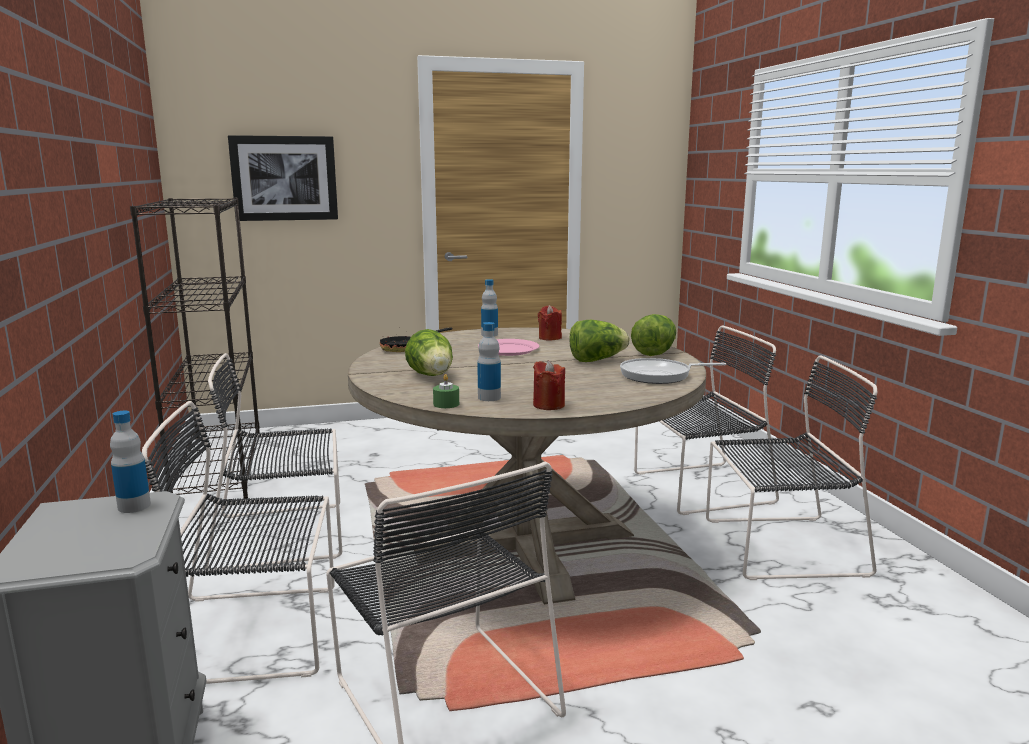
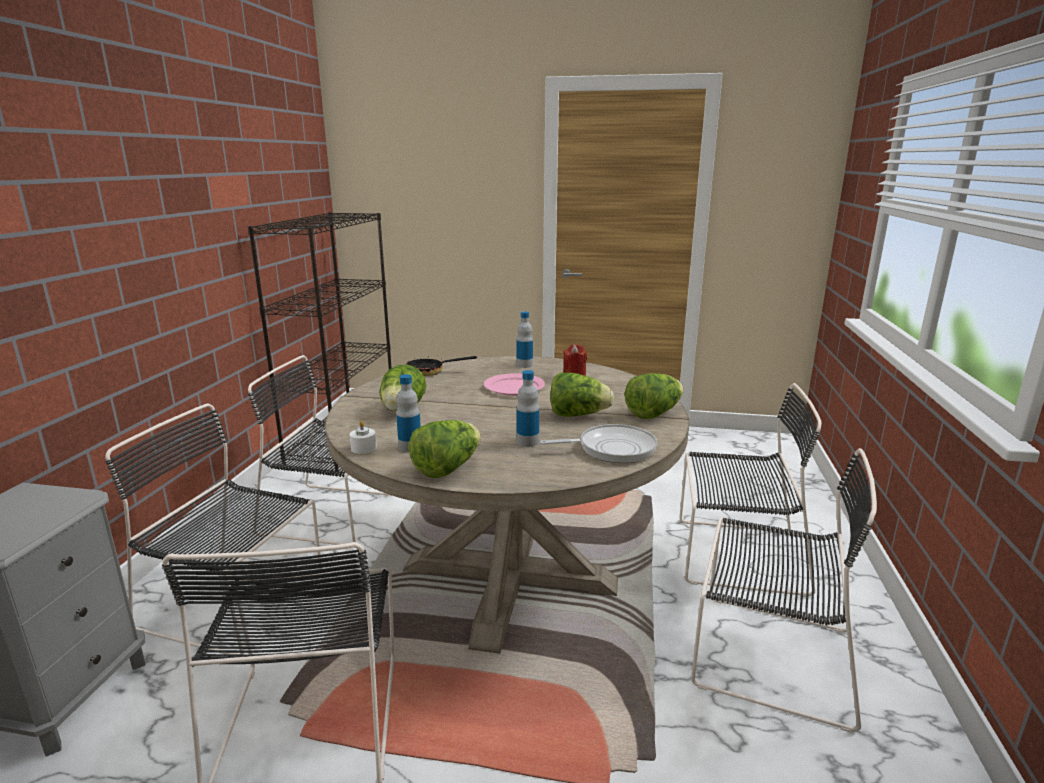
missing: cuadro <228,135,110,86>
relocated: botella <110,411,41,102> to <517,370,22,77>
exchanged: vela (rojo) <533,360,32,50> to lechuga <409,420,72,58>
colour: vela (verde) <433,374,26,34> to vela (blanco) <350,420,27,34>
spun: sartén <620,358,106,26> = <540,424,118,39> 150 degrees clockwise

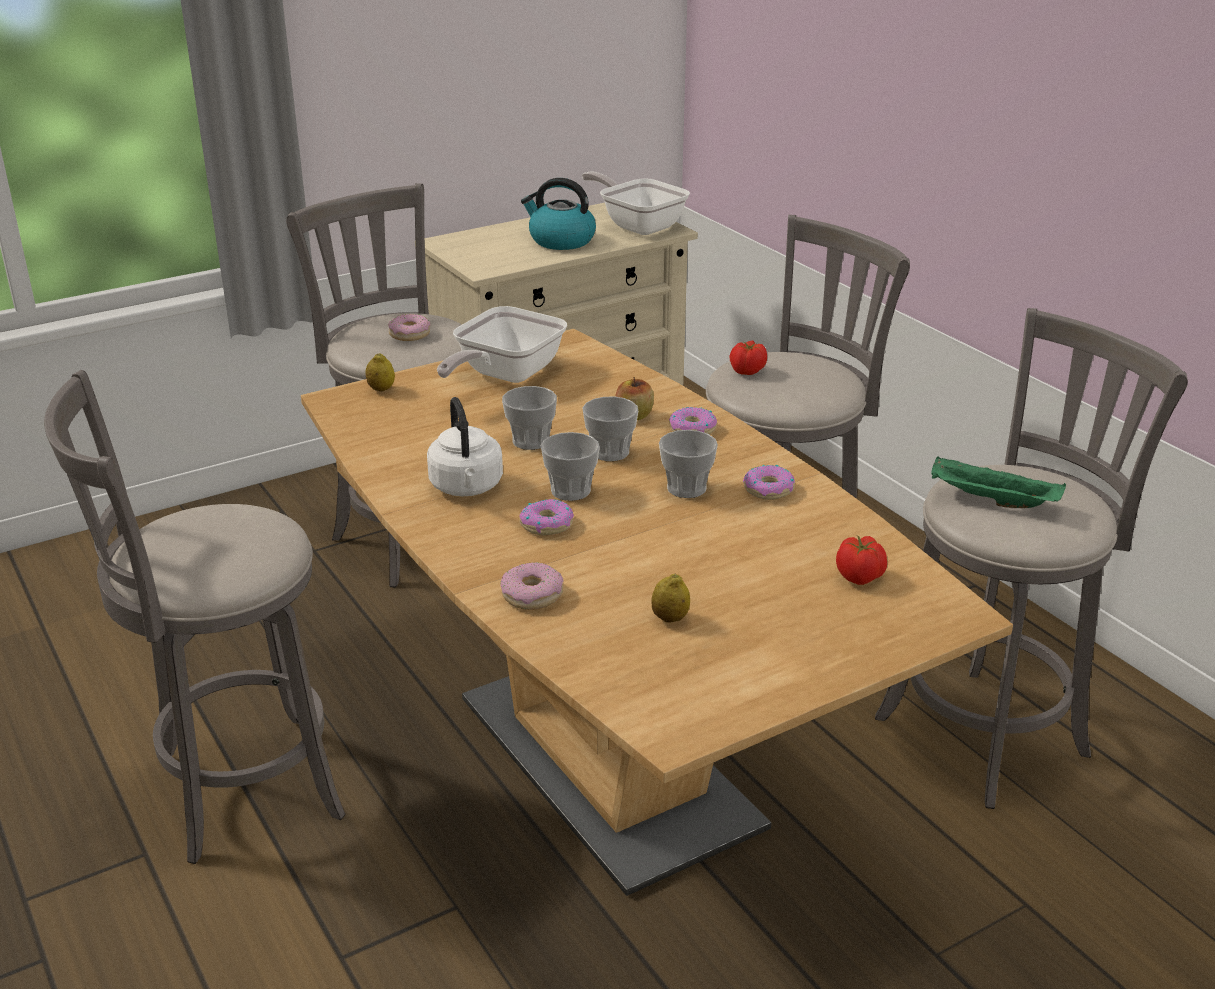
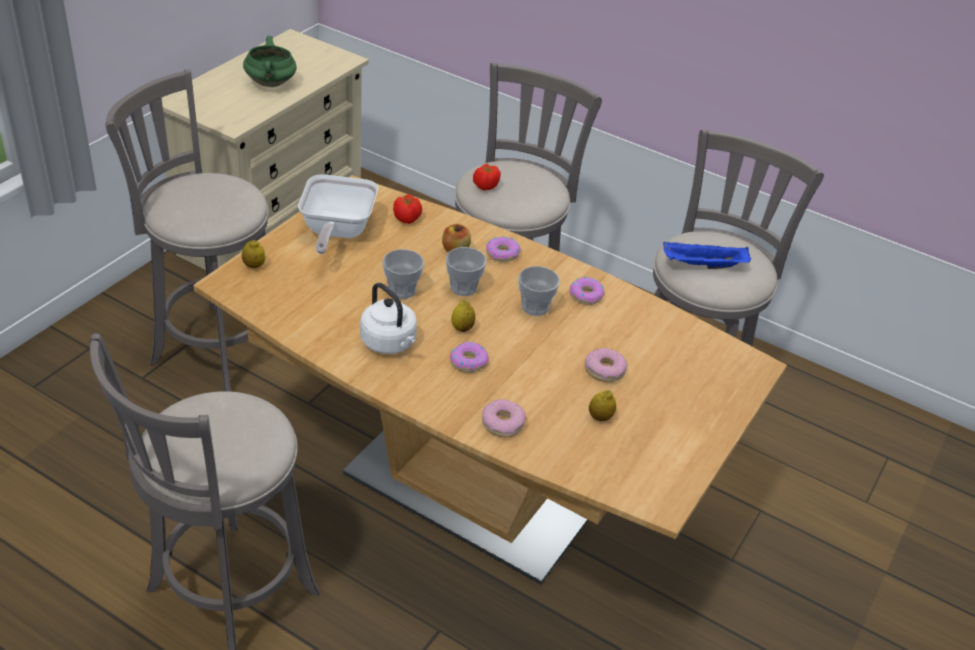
missing: sartén <582,172,108,63>
relocated: rosquilla <388,314,42,27> to <585,348,43,34>; tomate <836,535,51,50> to <393,194,29,30>
exchanged: hervidor <521,178,75,72> to olla (verde) <243,36,54,51>; taza <541,432,59,69> to limón <451,300,24,32>
colour: bandeja (verde) <931,457,135,51> to bandeja (azul) <663,242,88,27>

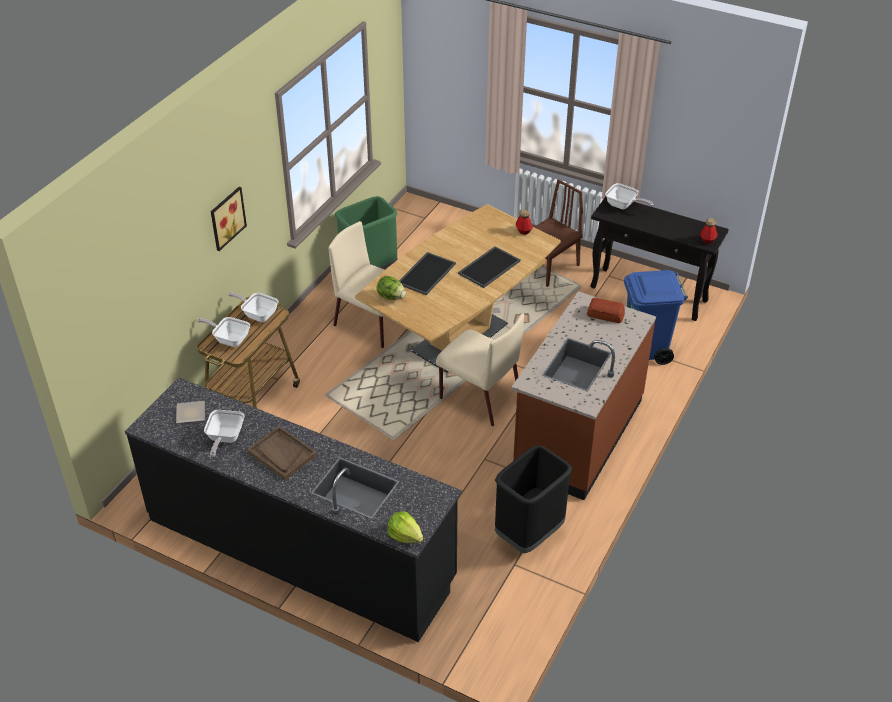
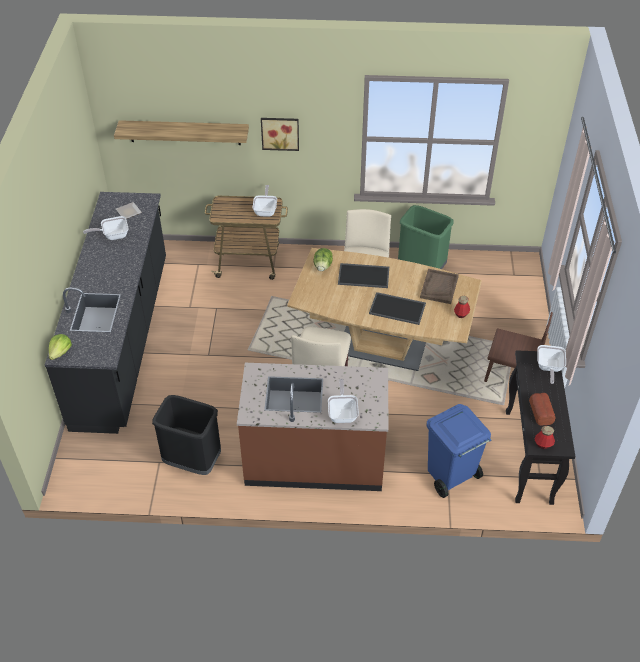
appeared: estante <114,120,135,25>
relocated: pan <587,298,38,25> to <529,393,27,33>; sartén <197,317,53,30> to <328,379,31,44>; bandeja (marrón) <247,426,70,54> to <420,269,39,35>

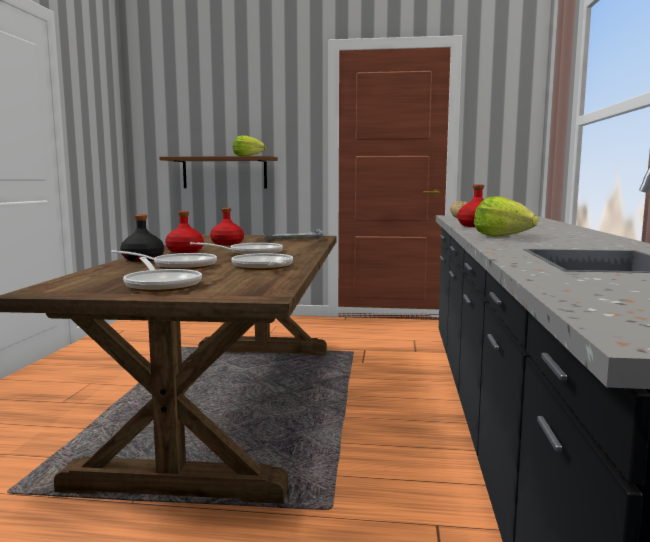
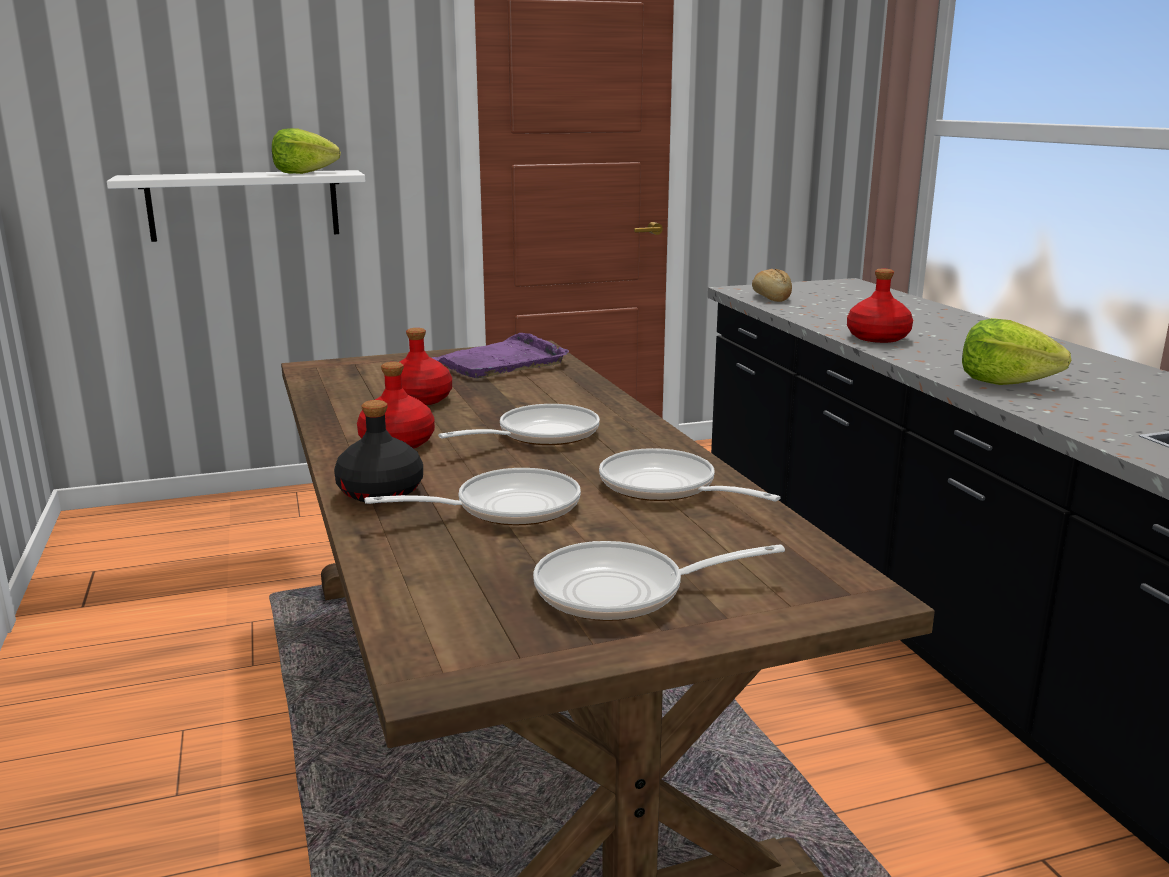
colour: estante (marrón) <159,156,119,32> to estante (blanco) <107,170,258,72>; bandeja (gris) <262,229,63,12> to bandeja (morado) <432,333,137,45>
spun: sartén <123,257,79,35> = <533,541,252,80> 135 degrees clockwise

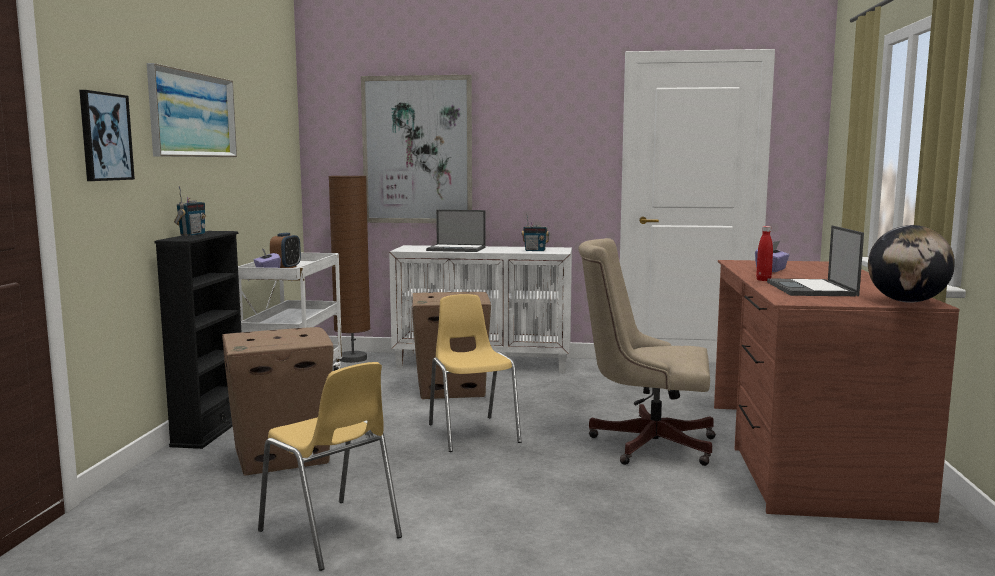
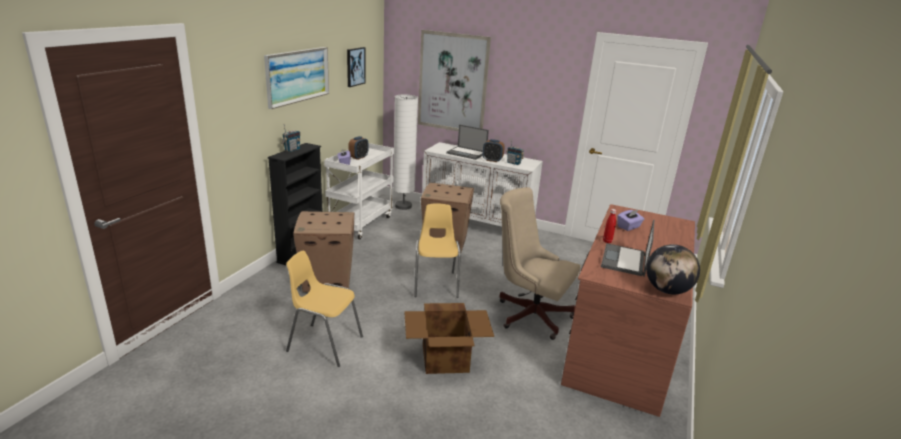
appeared: despertador <483,139,22,23>; caja de cartón <404,303,90,71>
relocated: cuadro <79,90,56,91> to <347,47,19,40>
colour: lámpara de pie (marrón) <329,176,41,187> to lámpara de pie (blanco) <393,94,25,116>
spun: silla (amarillo) <258,362,144,209> = <286,251,77,116> 135 degrees clockwise

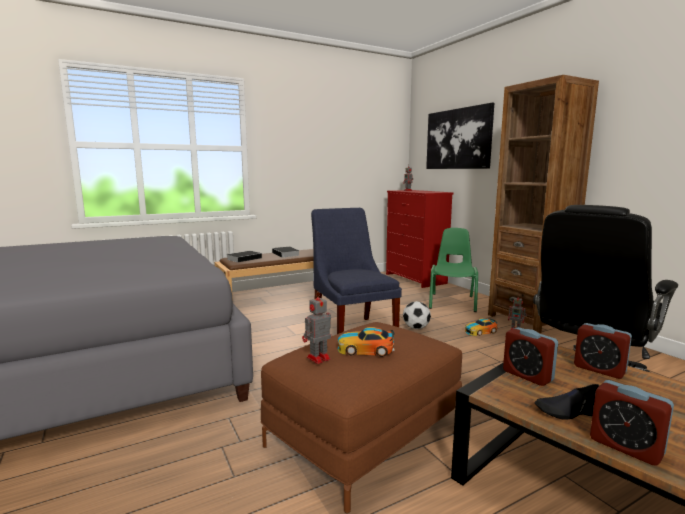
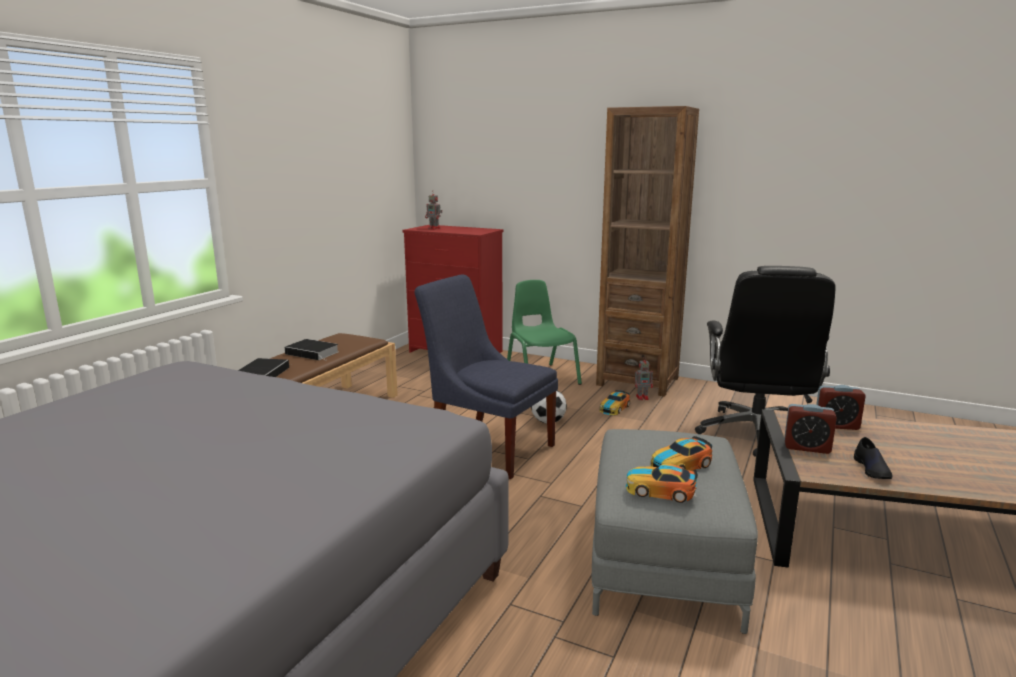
missing: cuadro <426,103,68,66>; despertador <590,380,84,86>
exchanged: robot de juguete <302,293,29,71> to coche de juguete <626,464,72,39>
colour: puf (marrón) <261,322,201,191> to puf (gris) <591,429,167,205>
spun: zapato (negro) <535,384,65,36> = <854,437,38,42> 45 degrees counterclockwise

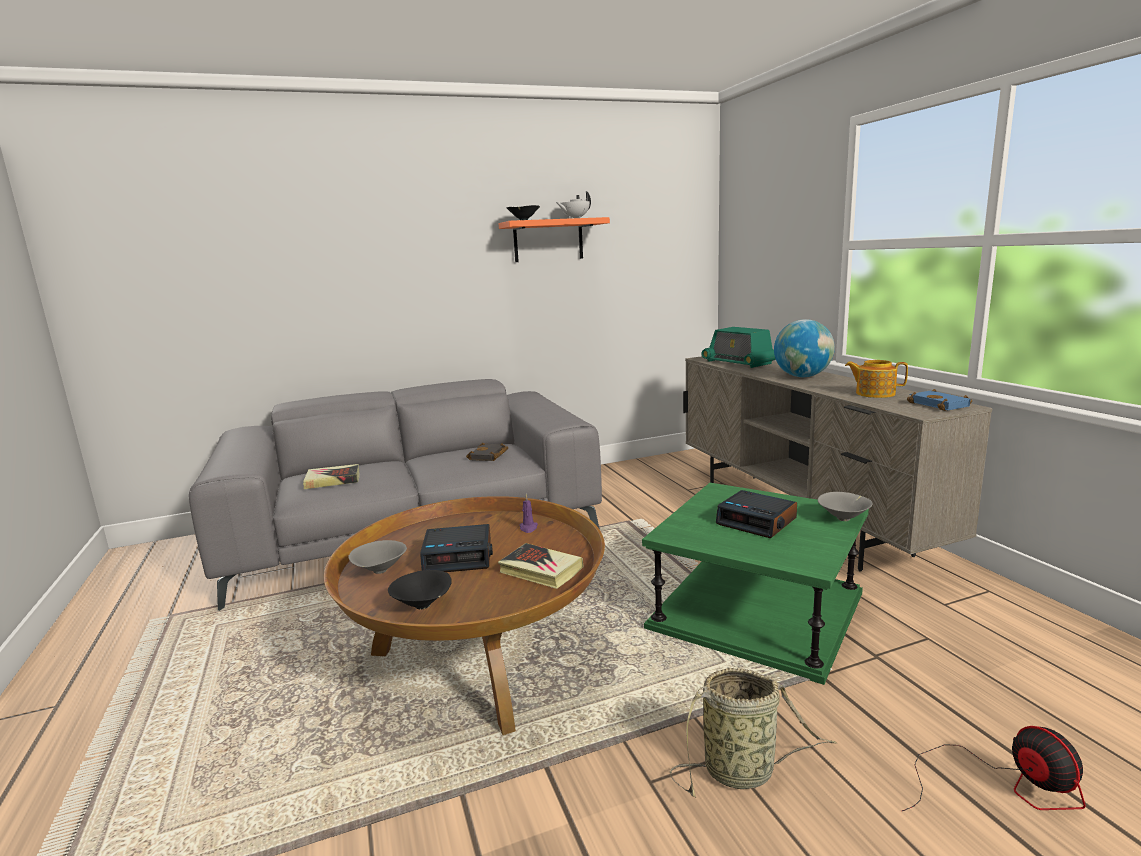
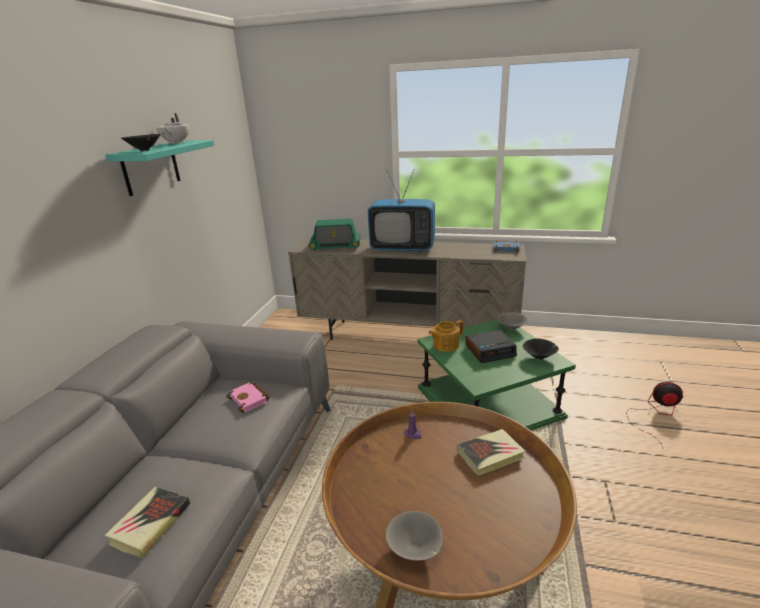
missing: despertador <420,524,73,48>; cesta <670,668,167,130>
relocated: tetera <845,360,63,38> to <429,320,34,32>; cuenco (negro) <388,570,64,39> to <523,338,36,22>
exchanged: globo terráqueo <774,319,61,58> to televisor <368,169,67,82>
colour: estante (naranja) <499,217,111,45> to estante (turquesa) <105,140,109,56>; libro (negro) <466,443,42,18> to libro (rosa) <226,382,44,31>

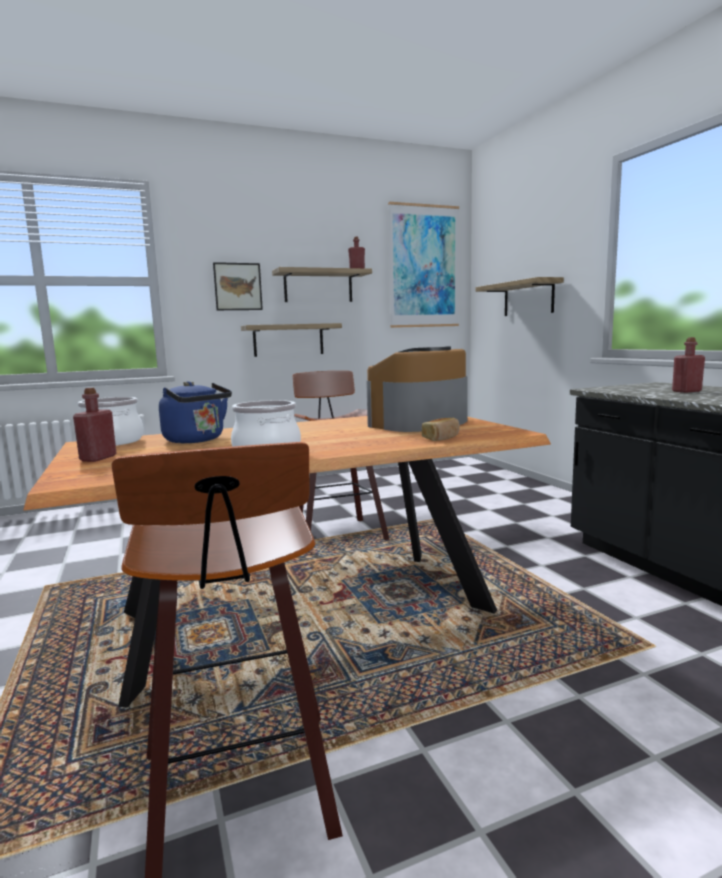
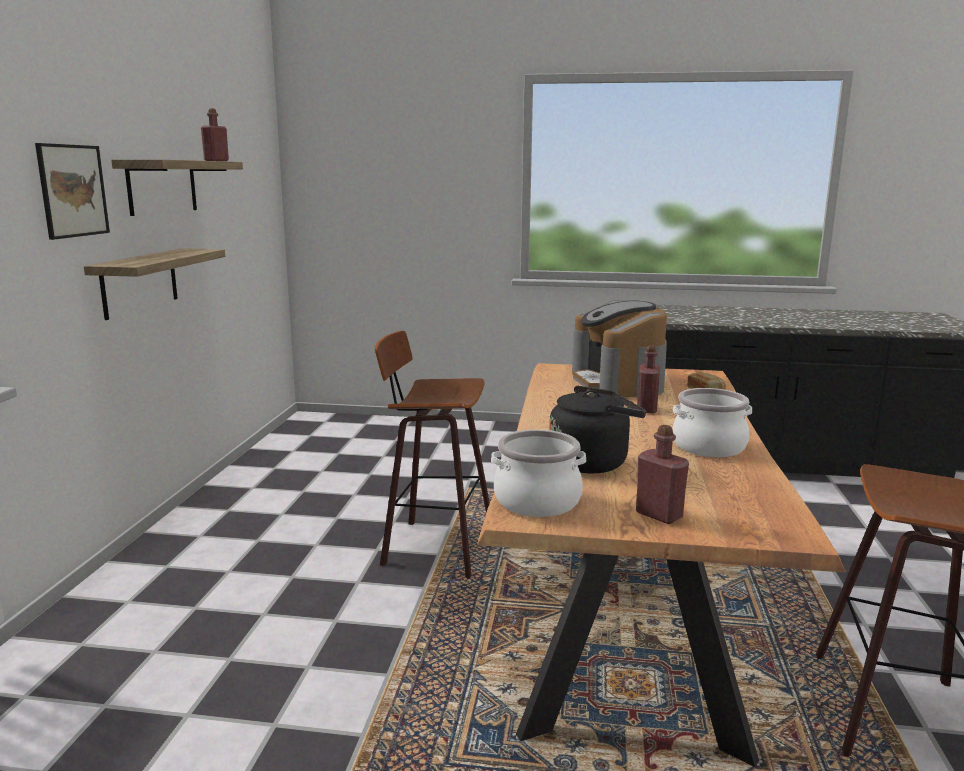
missing: cuadro <388,202,71,126>; estante <476,277,88,39>
relocated: botella (rojo) <672,337,33,56> to <637,345,23,68>
colour: hervidor (azul) <159,381,73,62> to hervidor (negro) <549,386,97,88>

